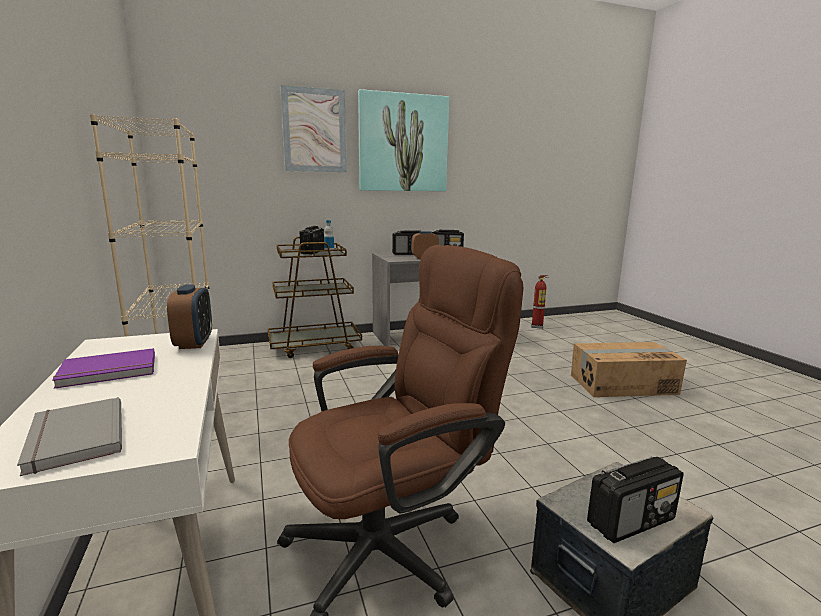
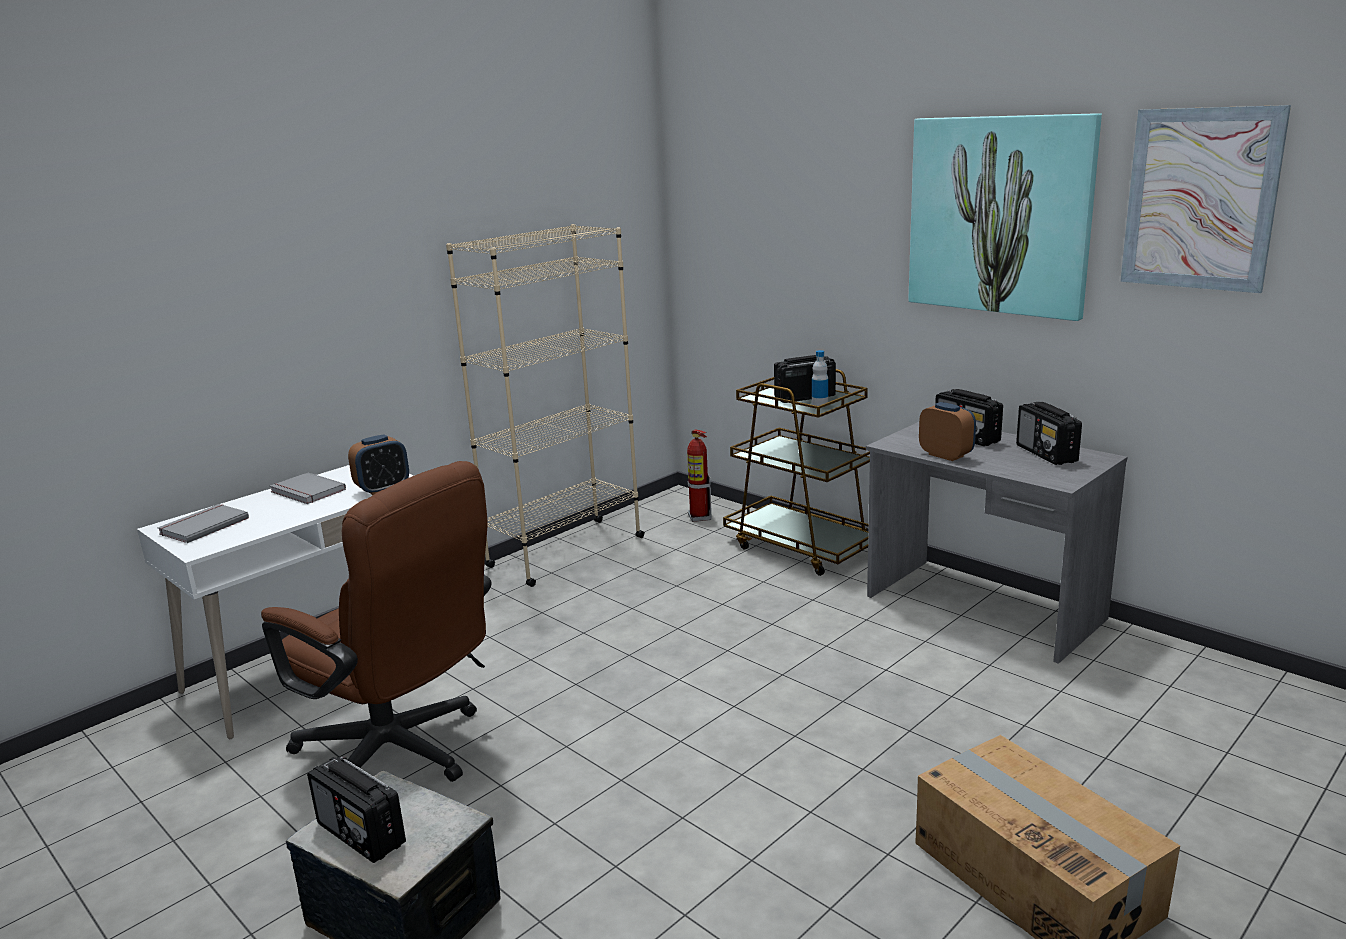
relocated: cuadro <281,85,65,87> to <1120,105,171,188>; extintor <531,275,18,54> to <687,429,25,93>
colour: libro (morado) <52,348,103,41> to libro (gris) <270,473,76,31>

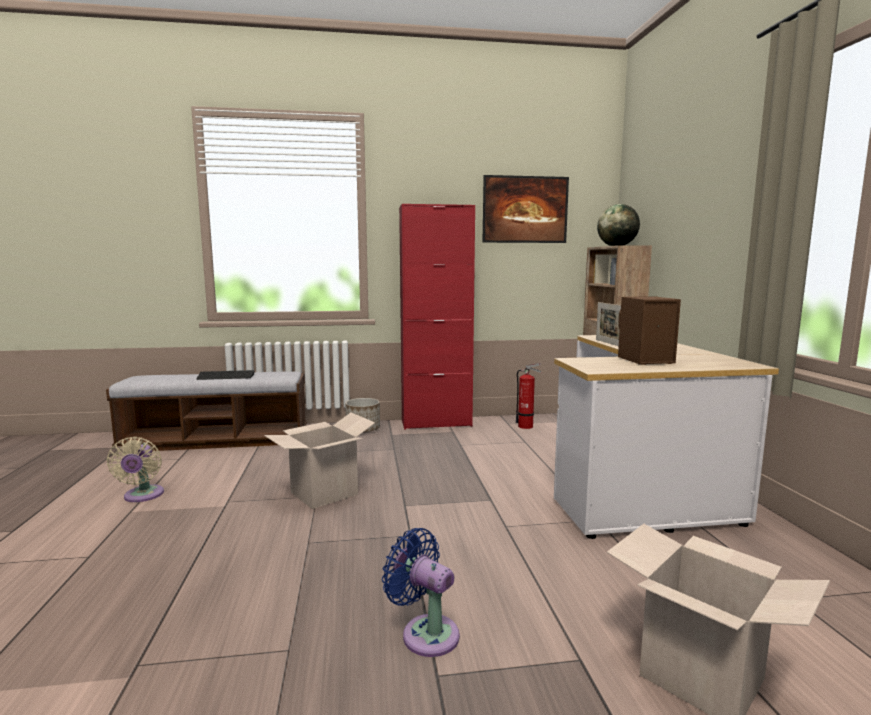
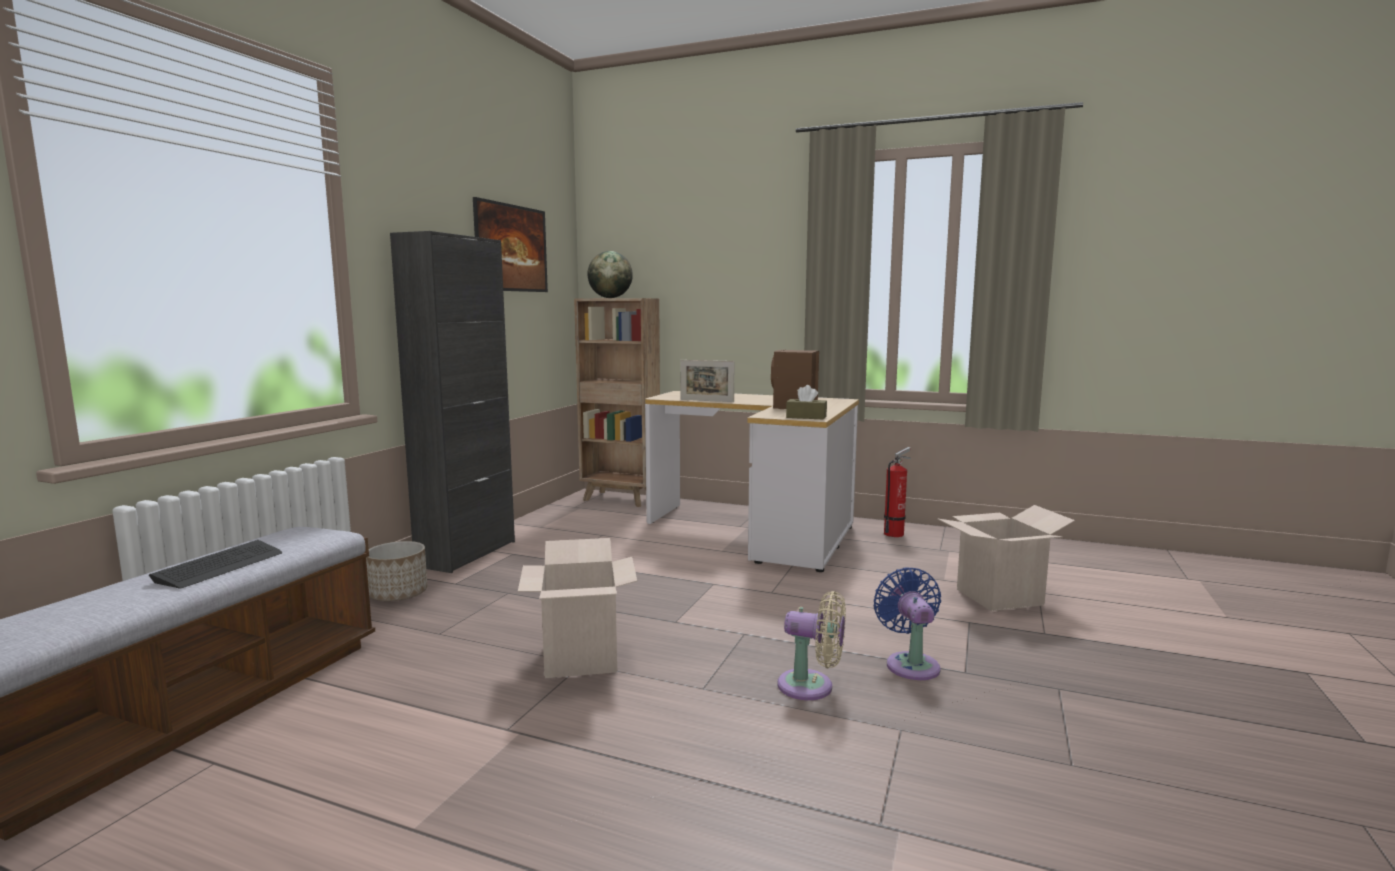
appeared: caja de pañuelos (marrón) <786,385,41,35>
relocated: extintor <516,363,26,66> to <884,447,27,90>; ventilador (beis) <107,437,57,65> to <778,591,68,109>
colour: armario (rojo) <399,204,76,226> to armario (negro) <390,231,125,342>
spun: ventilador (azul) <382,528,78,129> = <874,567,67,113> 105 degrees clockwise

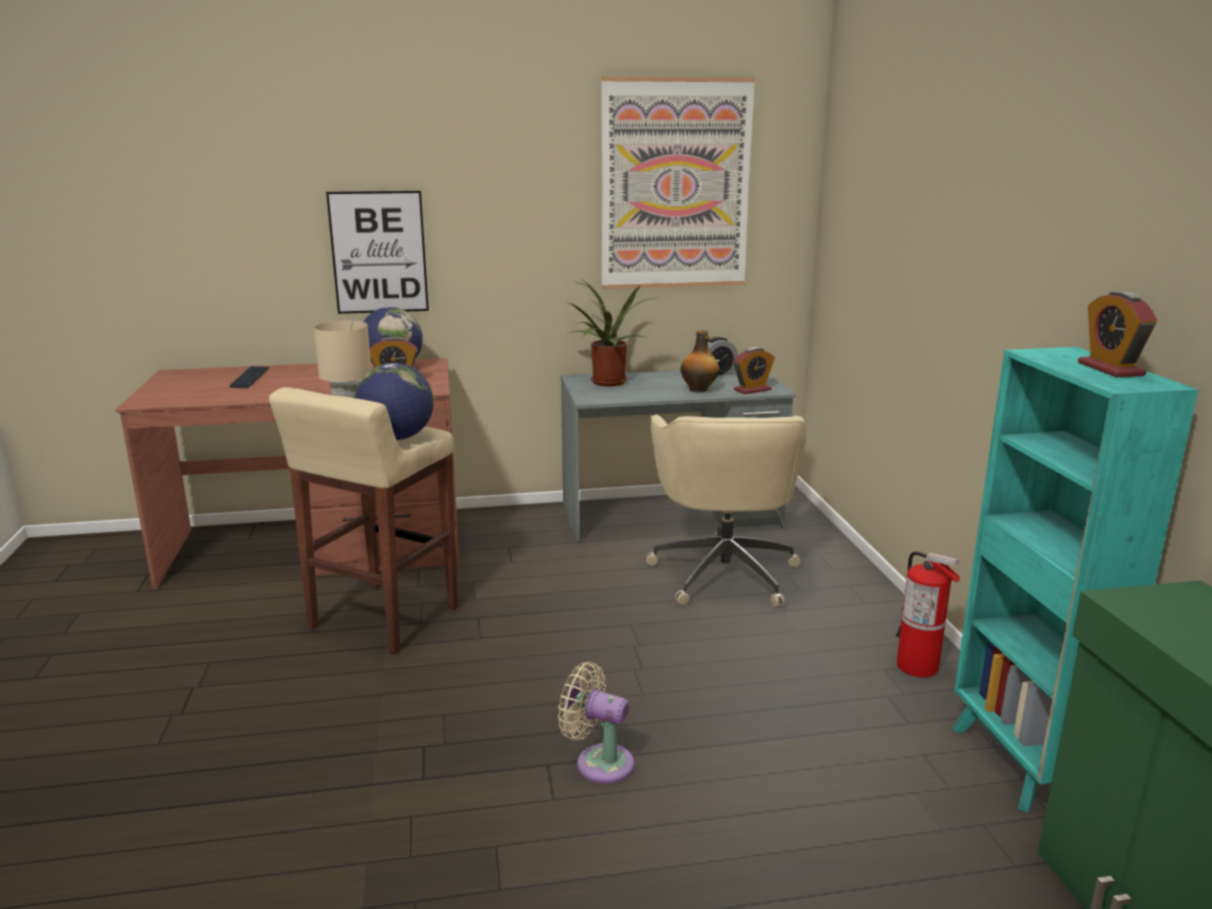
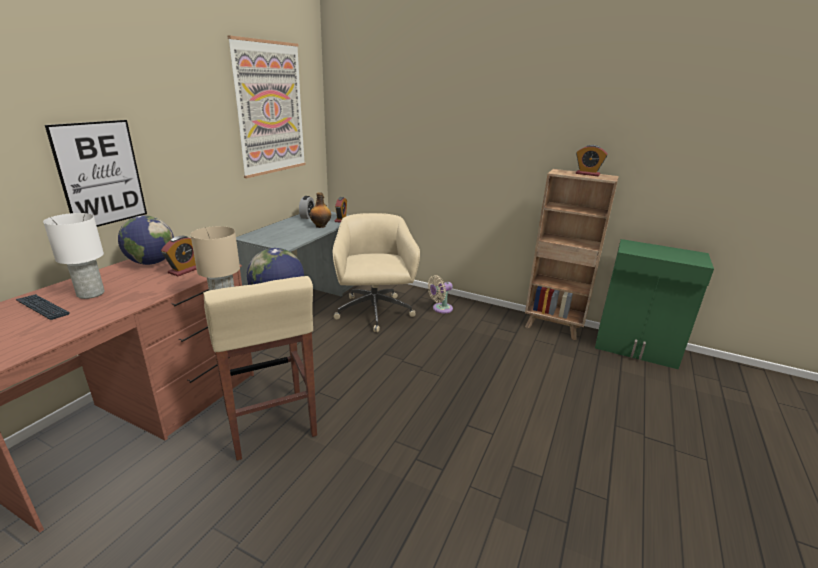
missing: planta en maceta <569,279,88,107>; extintor <896,551,64,126>
appeared: lámpara de mesa (blanco) <43,213,62,86>
relocated: ventilador (beis) <558,662,76,122> to <428,275,25,38>
colour: estantería (turquesa) <952,347,246,465> to estantería (marrón) <525,169,94,171>
spun: silla de oficina (beis) <646,415,160,192> = <333,213,87,119> 135 degrees counterclockwise

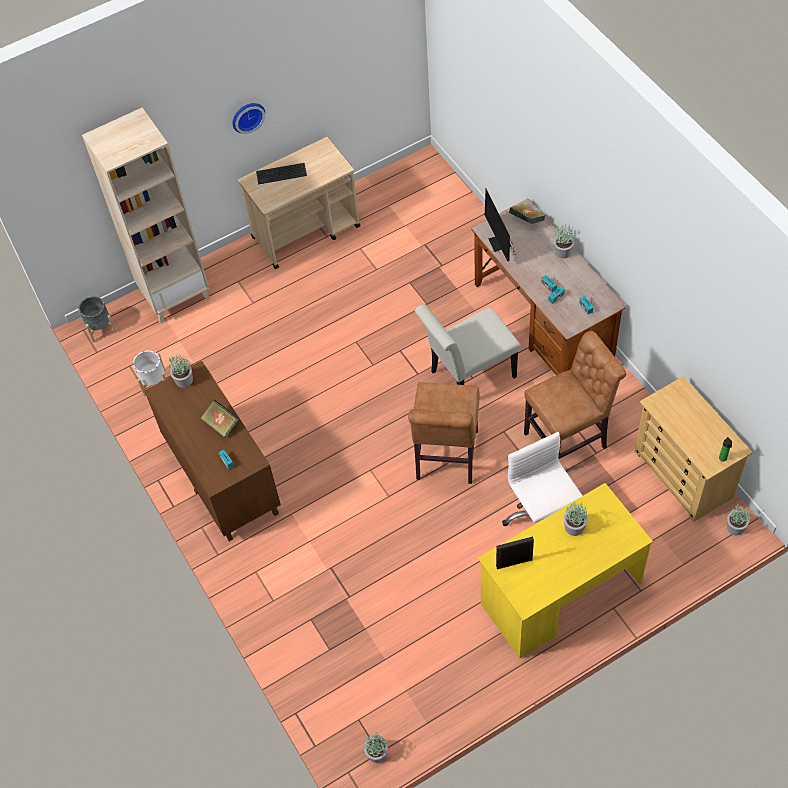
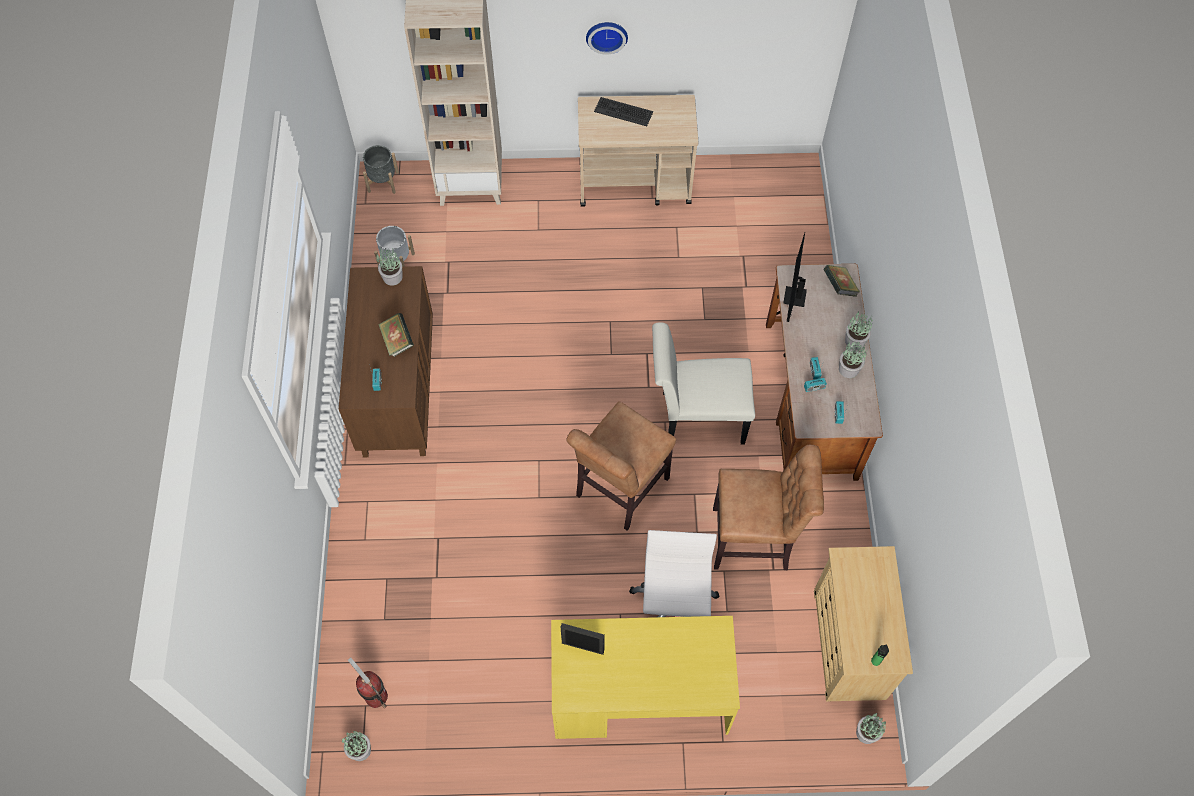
appeared: extintor <348,657,40,51>
relocated: planta en maceta <564,502,23,34> to <839,341,28,37>

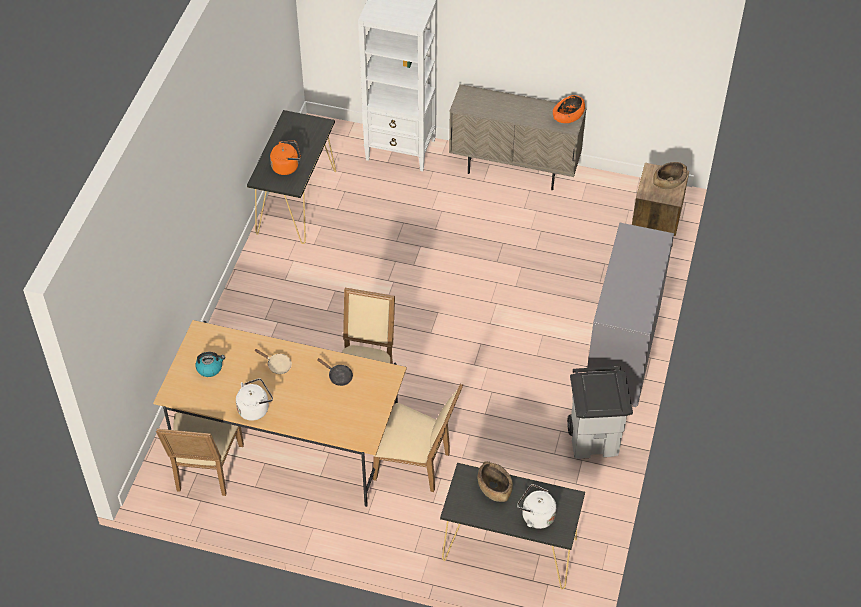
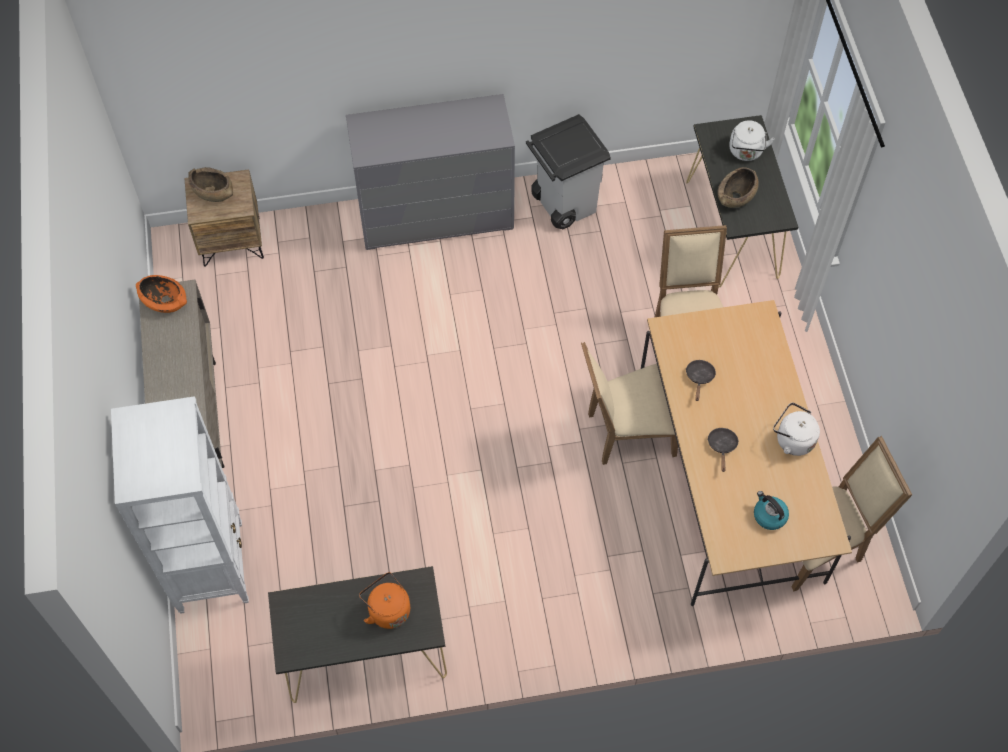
colour: sartén (beis) <254,349,38,25> to sartén (negro) <707,428,32,44>

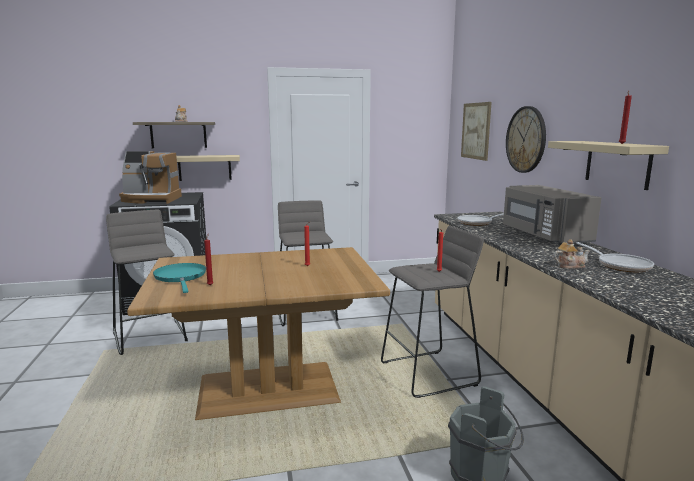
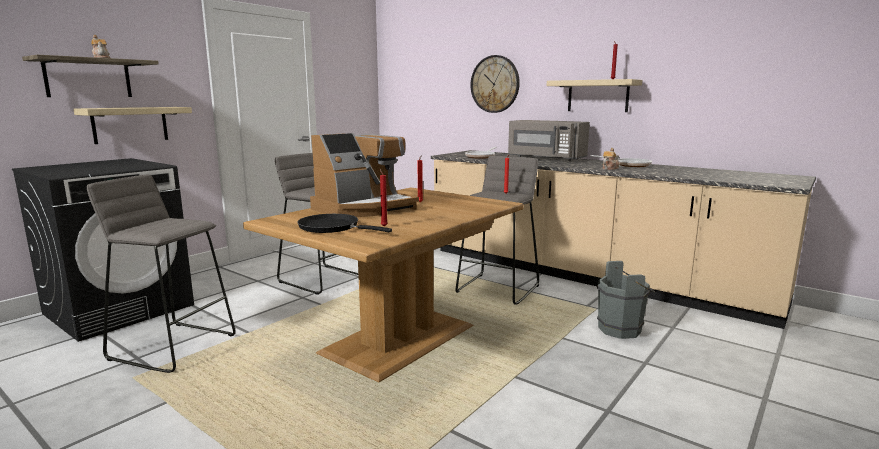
missing: cuadro <461,102,31,59>
relocated: cafetera <119,151,63,53> to <310,133,109,84>
colour: sartén (turquesa) <153,263,53,30> to sartén (negro) <297,214,95,19>

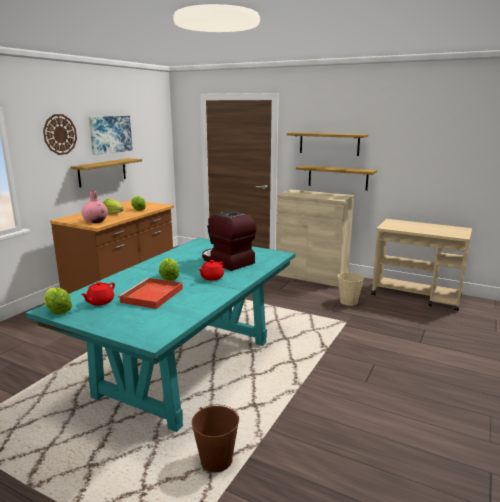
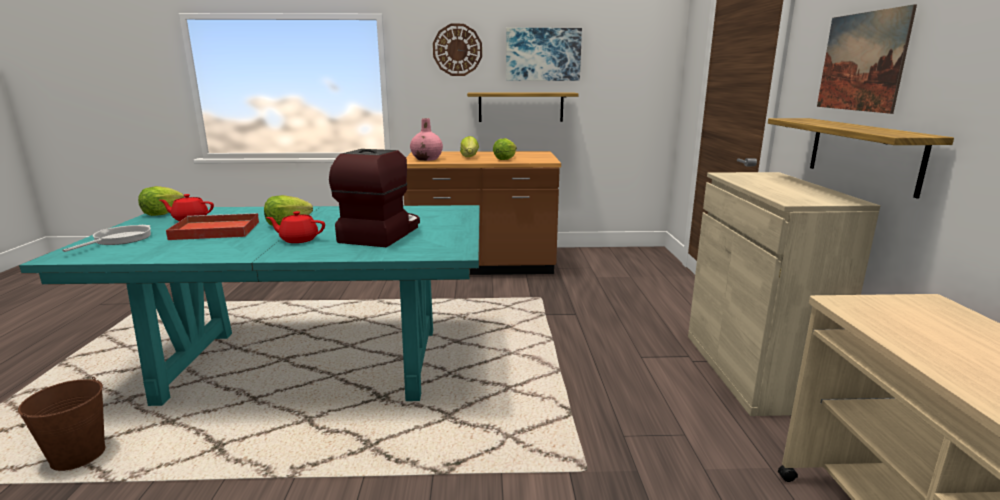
missing: cubo (beis) <338,271,26,35>
appeared: sartén <62,225,89,27>
exchanged: estante <287,132,81,24> to cuadro <817,4,100,110>

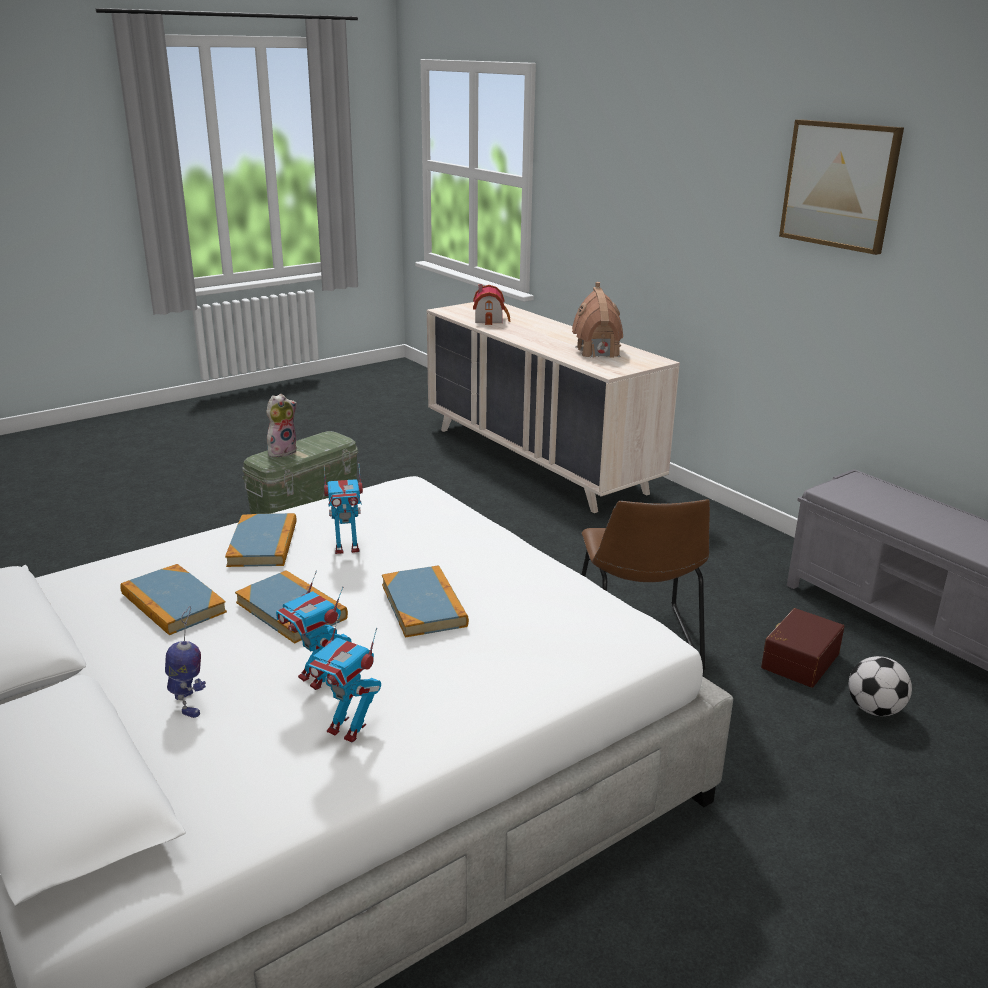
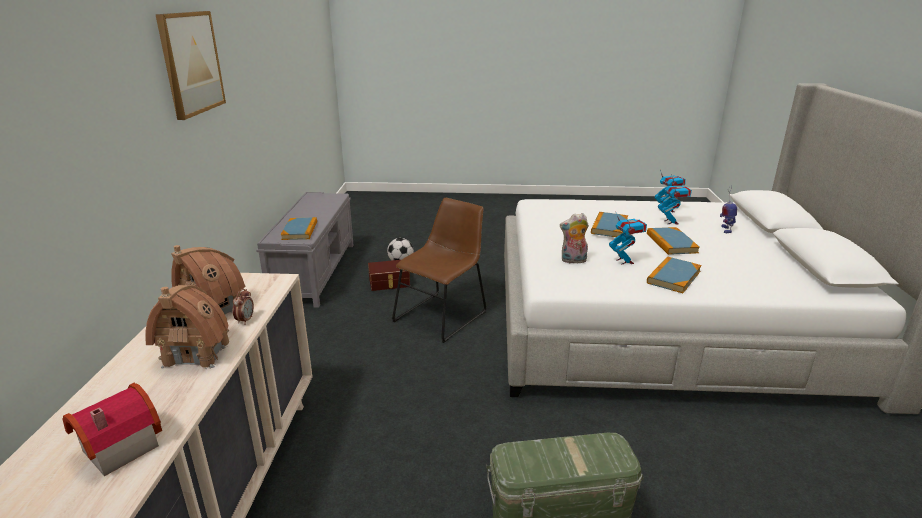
appeared: casita <145,285,84,84>; despertador <233,288,21,37>
relocated: peluche <266,394,31,63> to <560,213,29,50>; libro <120,564,107,71> to <281,217,36,23>
spun: robot de juguete <324,463,39,91> = <609,213,38,52> 45 degrees clockwise

